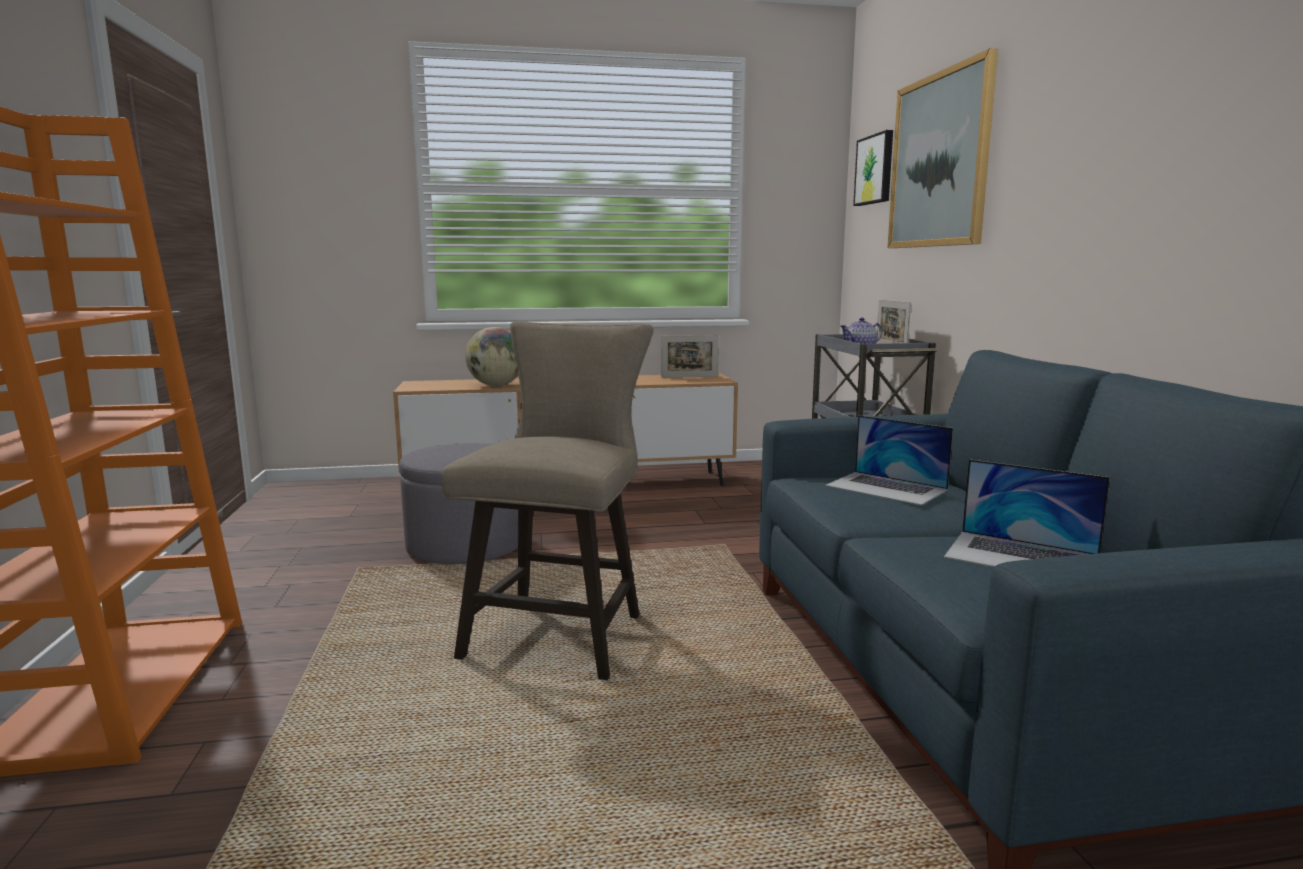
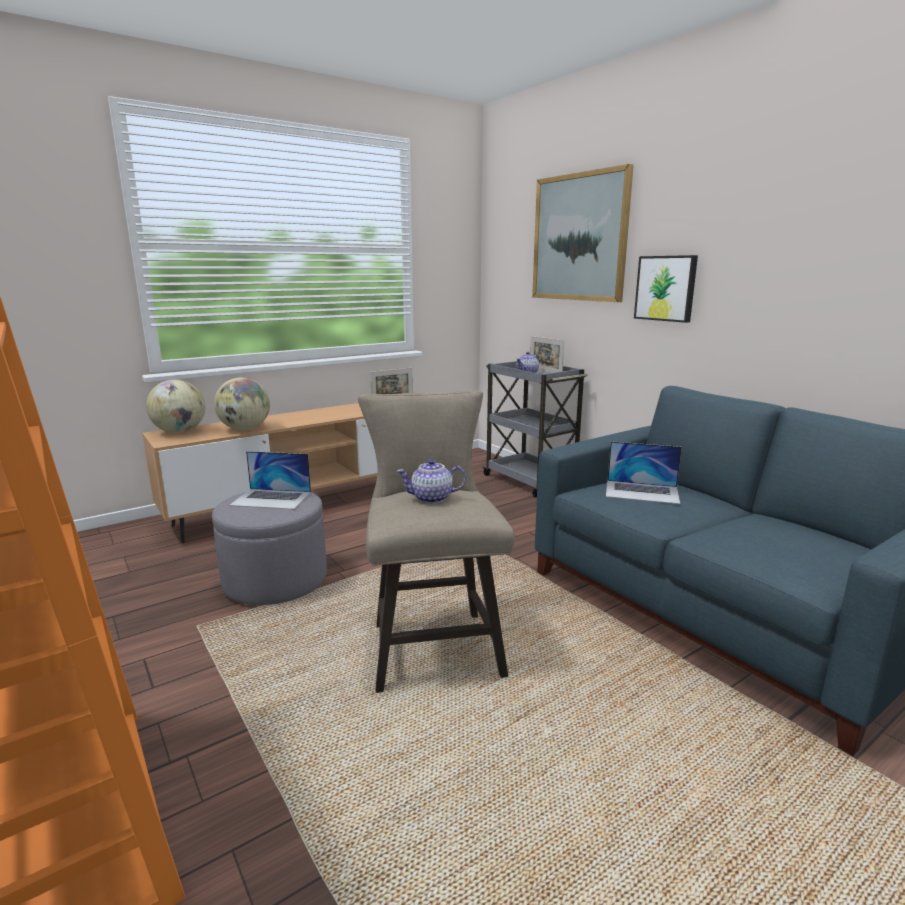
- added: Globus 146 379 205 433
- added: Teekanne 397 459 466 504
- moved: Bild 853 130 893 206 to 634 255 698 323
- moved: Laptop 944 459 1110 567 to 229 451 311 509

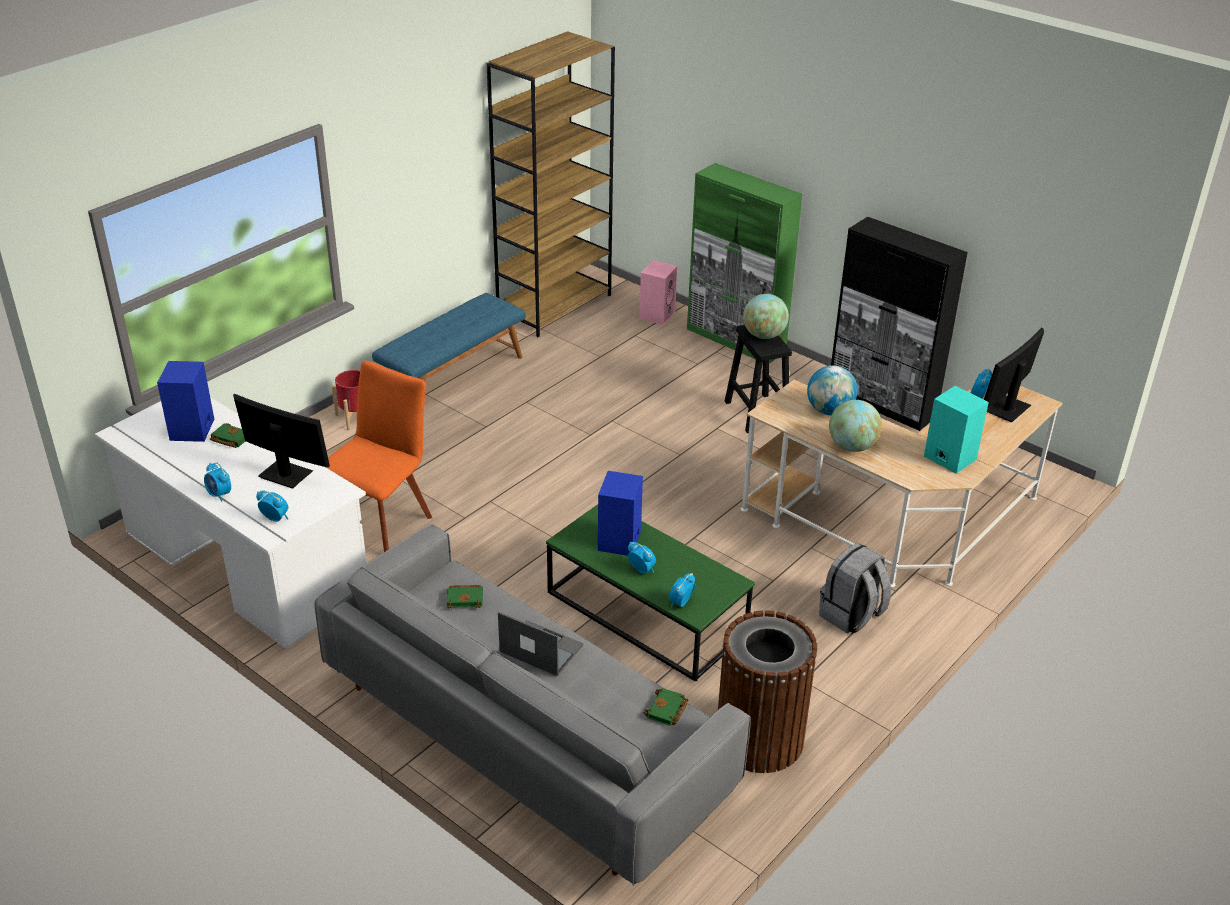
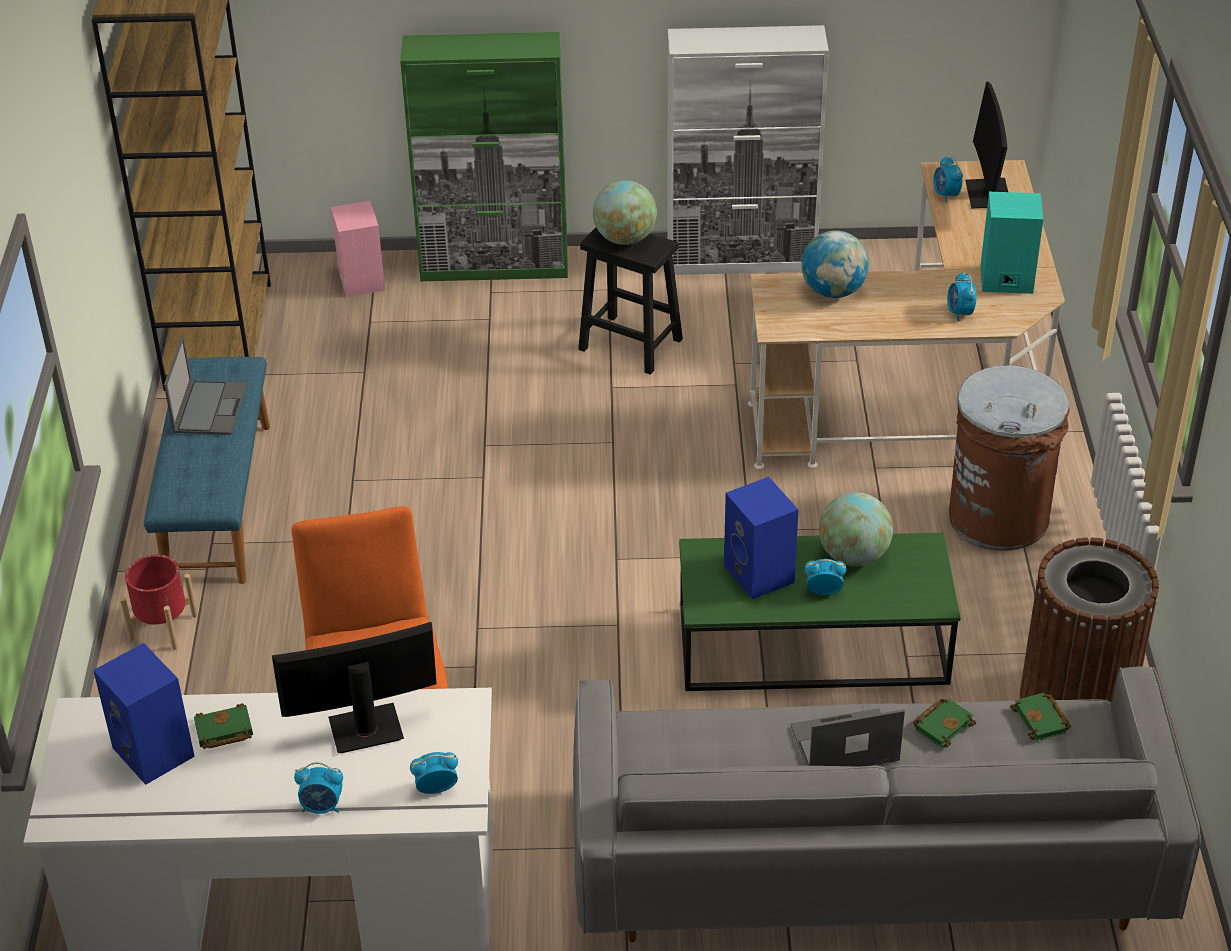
- added: Laptop 164 335 247 435
- moved: Buch (grün) 446 585 483 609 to 913 698 976 748
- moved: Wecker 669 573 695 608 to 947 272 977 322
- moved: Globus 829 400 882 452 to 819 492 893 566
- replaced: Rucksack (grau) 819 543 891 634 to Mülleimer (braun) 949 365 1070 551
- recoloured: Schrank (schwarz) 831 217 968 431 to Schrank (weiß) 668 25 829 275

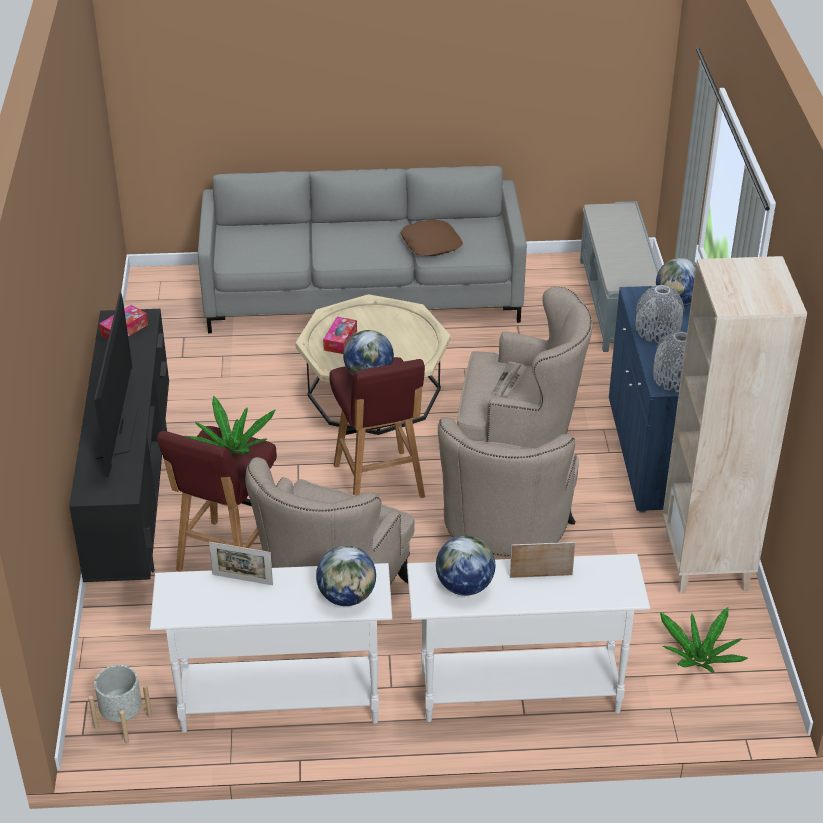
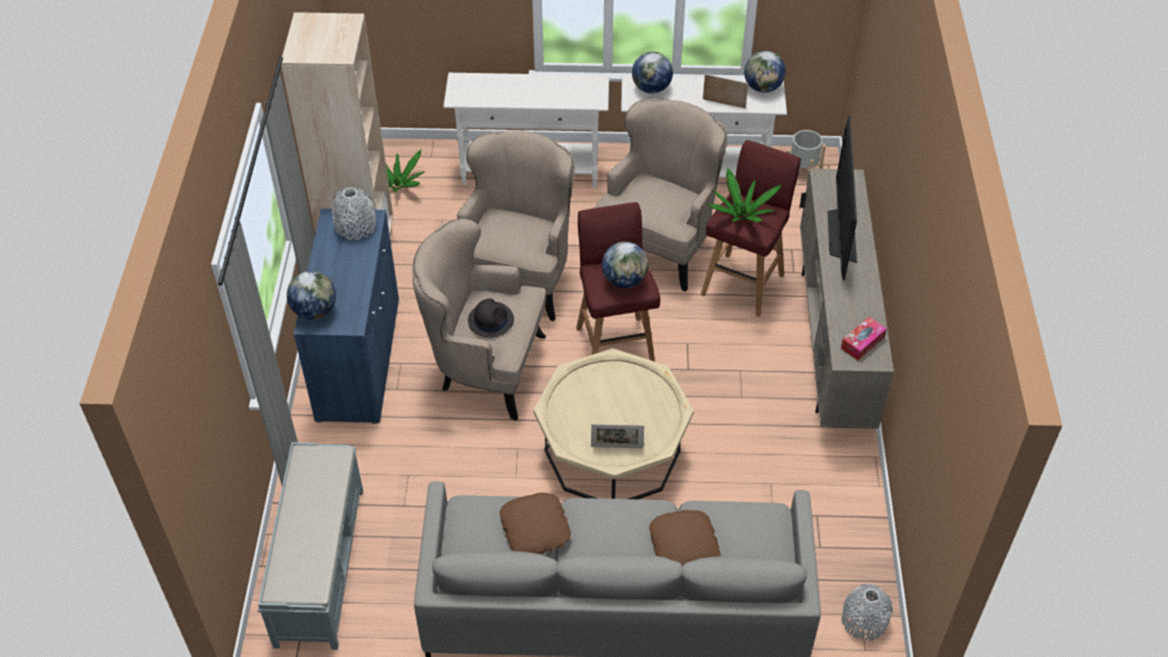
- removed: Taschentuchbox 323 317 357 354
- added: Kissen (braun) 649 510 721 566
- moved: Globus 436 535 495 596 to 744 51 786 93
- moved: Bilderrahmen 510 542 576 578 to 591 424 644 448
- moved: Vase (grau) 636 285 684 343 to 842 584 893 641
- replaced: Zeitung 491 362 527 398 to Hut (schwarz) 468 298 514 338
- recoloured: Fernsehschrank (schwarz) 69 309 169 582 to Fernsehschrank (beige) 799 169 894 428

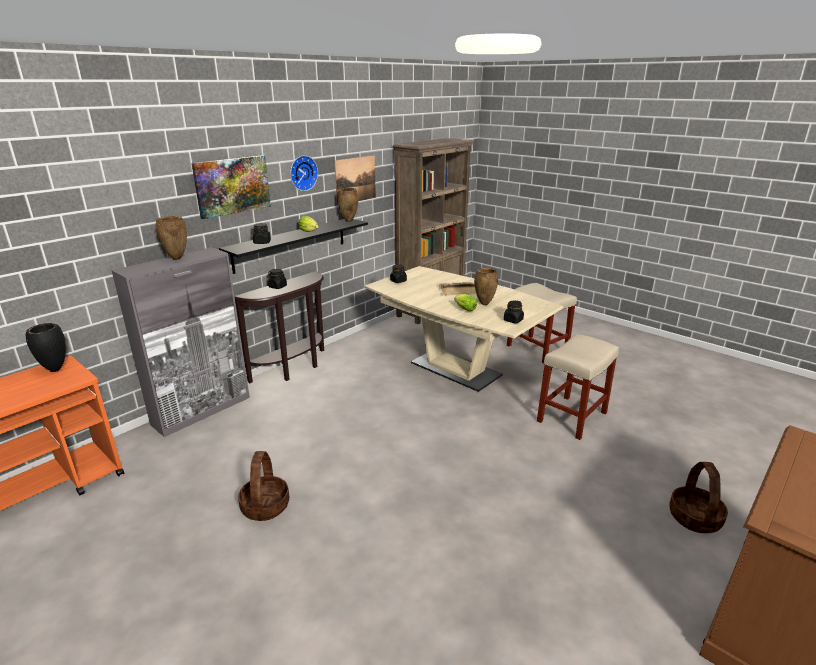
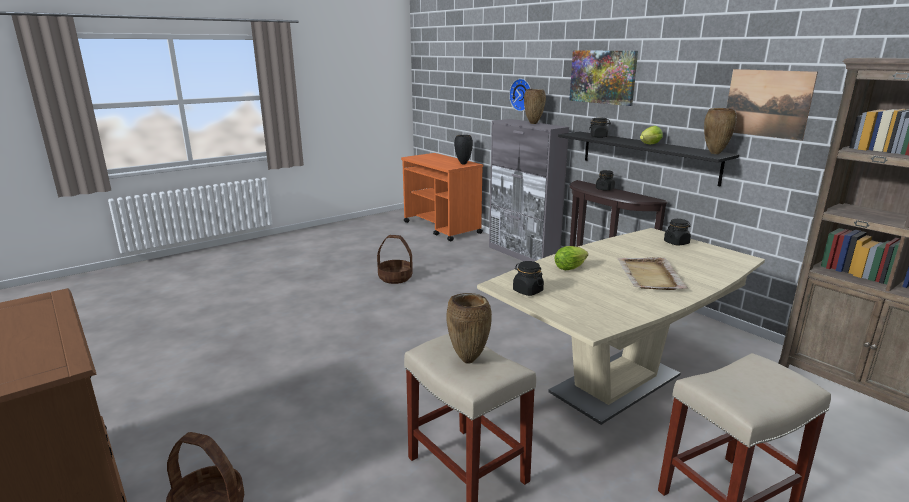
- moved: Wanduhr 290 155 318 191 to 509 79 531 111
- moved: Vase (braun) 474 268 498 305 to 447 293 492 363

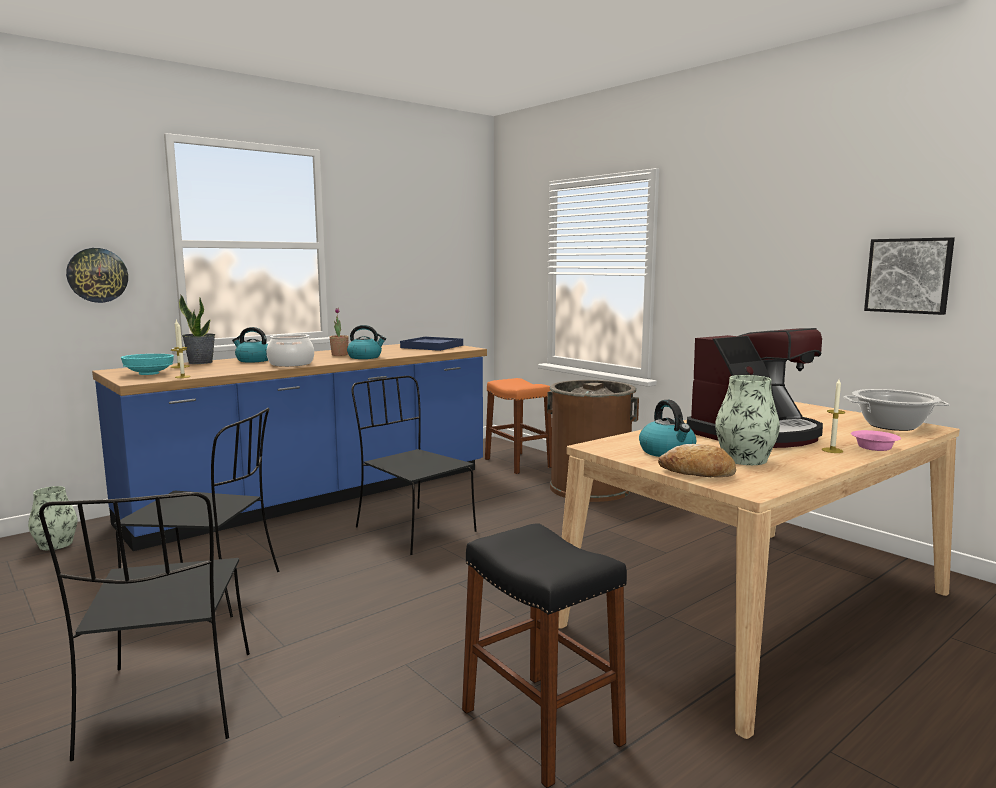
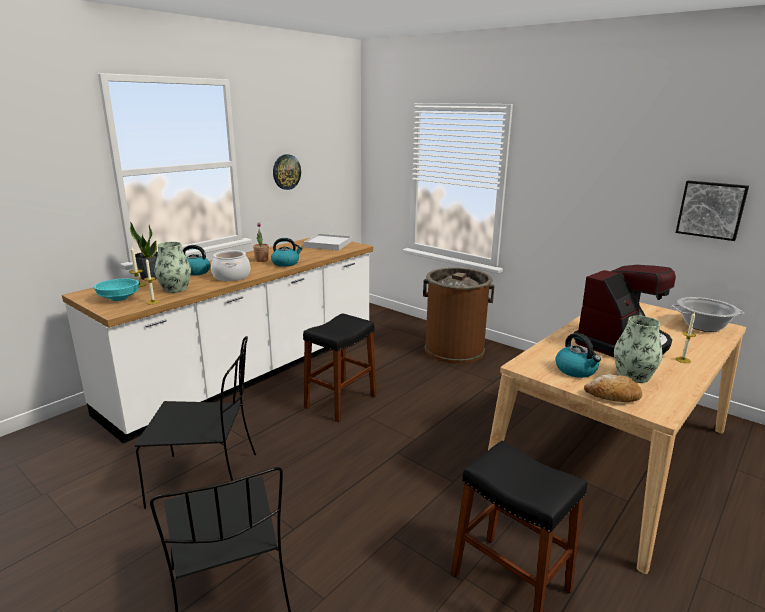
- removed: Hocker (orange) 485 378 552 474
- removed: Schüssel (rosa) 851 430 901 451
- moved: Vase 28 486 78 550 to 155 242 191 293
- moved: Wanduhr 66 248 128 303 to 273 154 301 190
- replaced: Stuhl (schwarz) 352 376 477 555 to Hocker (schwarz) 303 313 376 422
- recoloured: Küchenzeile (blau) 92 344 487 551 to Küchenzeile (weiß) 62 237 373 444
- recoloured: Tablett (blau) 400 337 463 351 to Tablett (weiß) 304 234 352 250

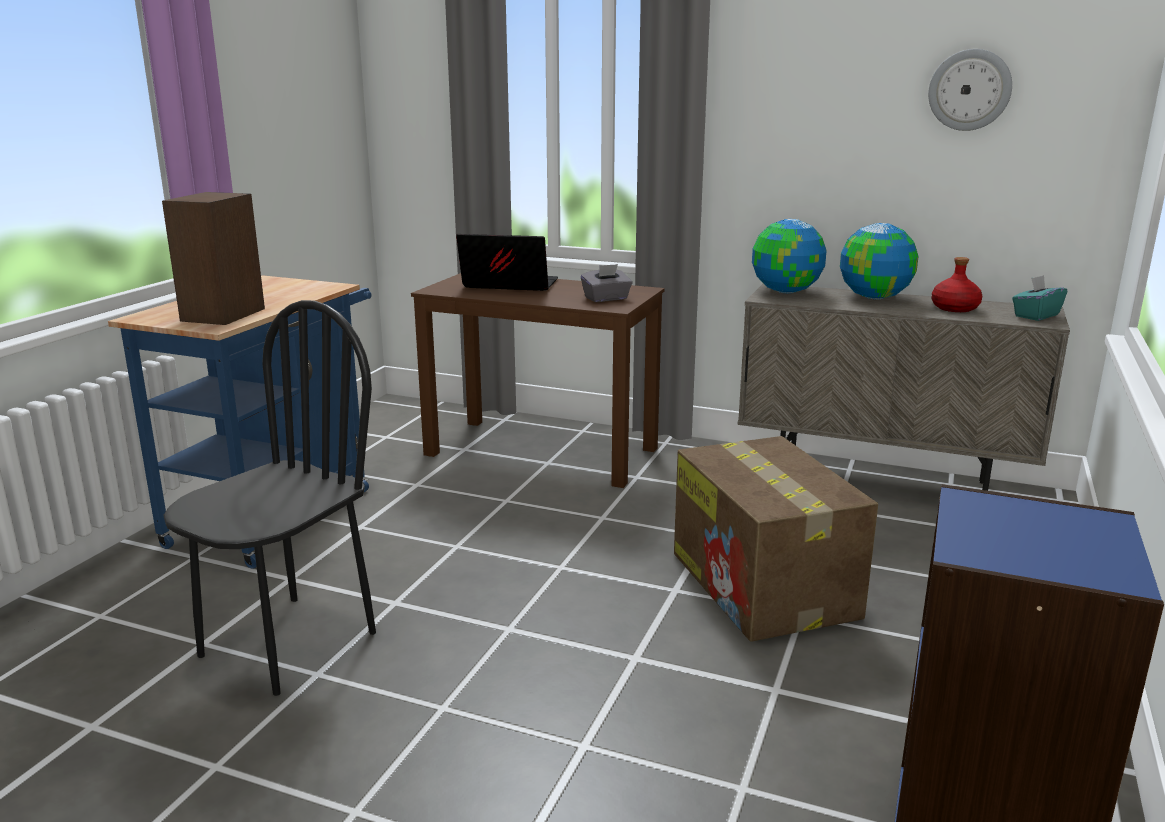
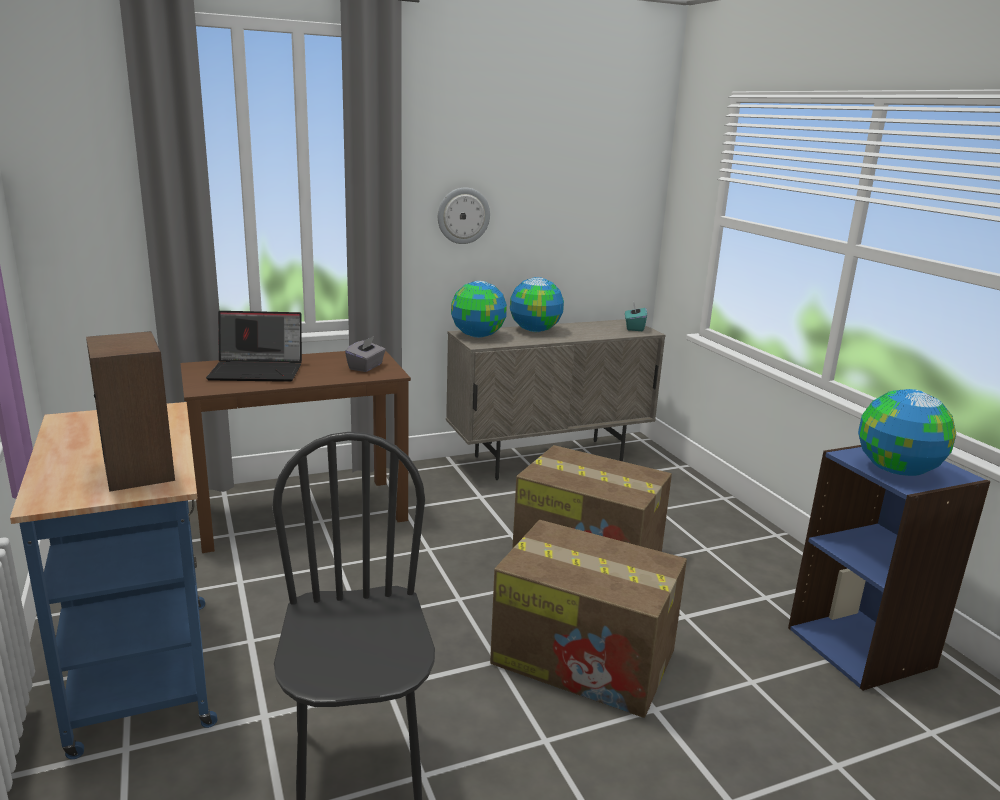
- removed: Flasche (rot) 931 257 982 312
- added: Karton 490 520 687 718
- added: Globus 858 389 956 476
- moved: Wanduhr 928 49 1012 131 to 438 187 490 244
- turned: Laptop 456 234 558 291 = 206 311 302 382 150 degrees counterclockwise

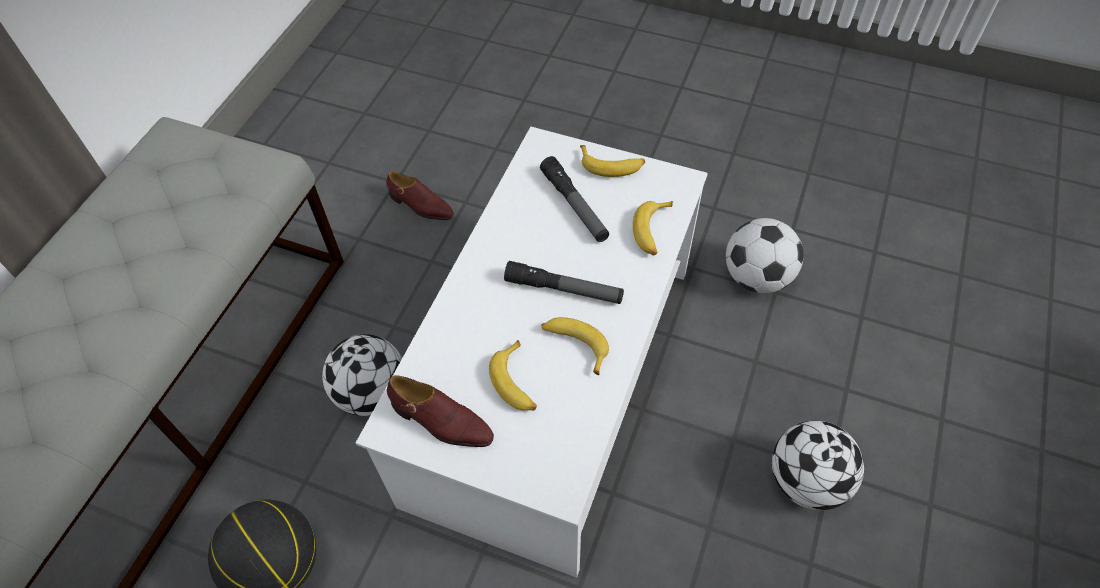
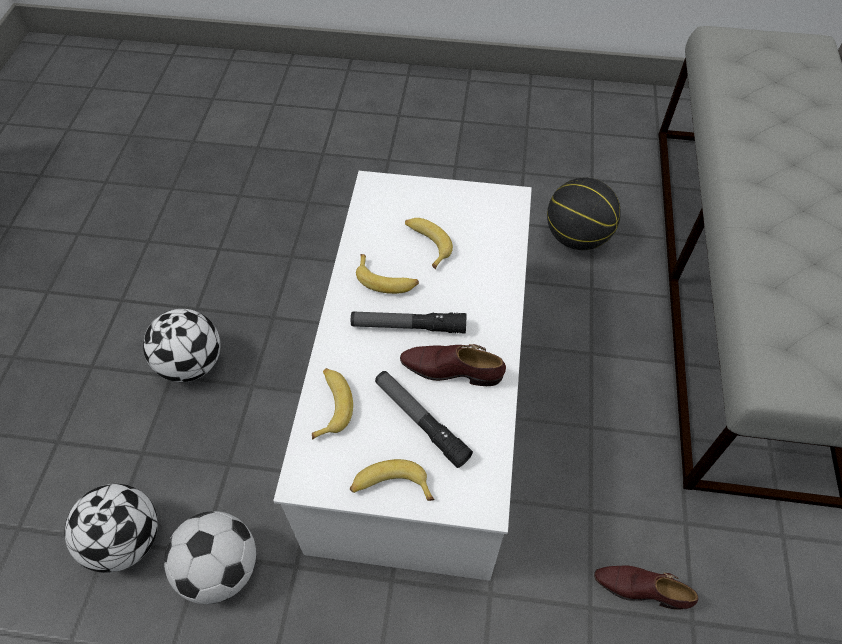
- moved: Fußball 322 334 402 416 to 65 484 158 573
- moved: Schuh (braun) 387 375 494 447 to 400 344 506 386

